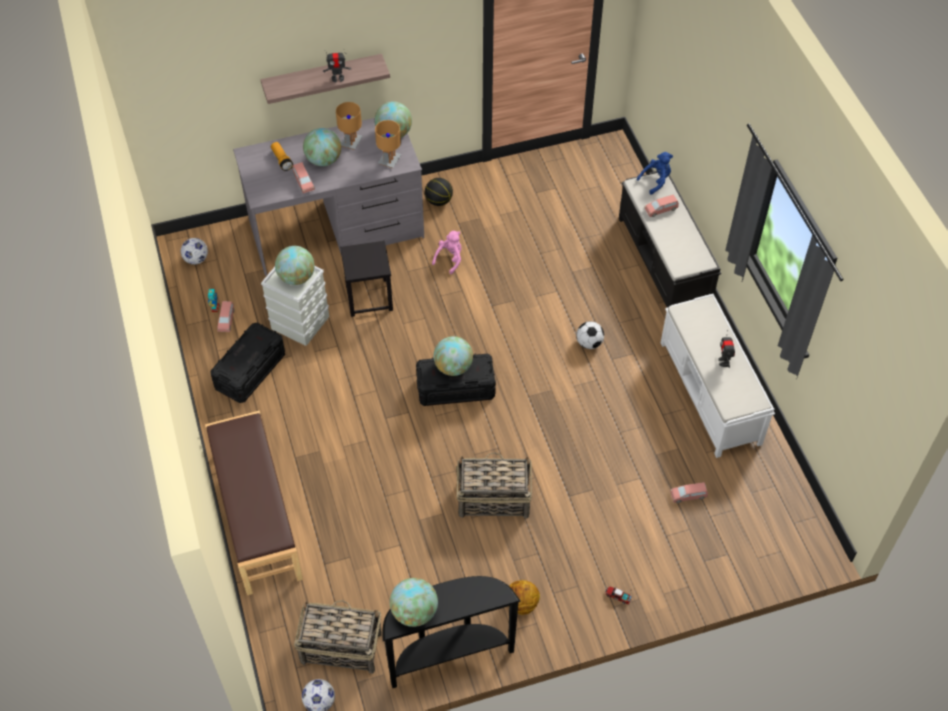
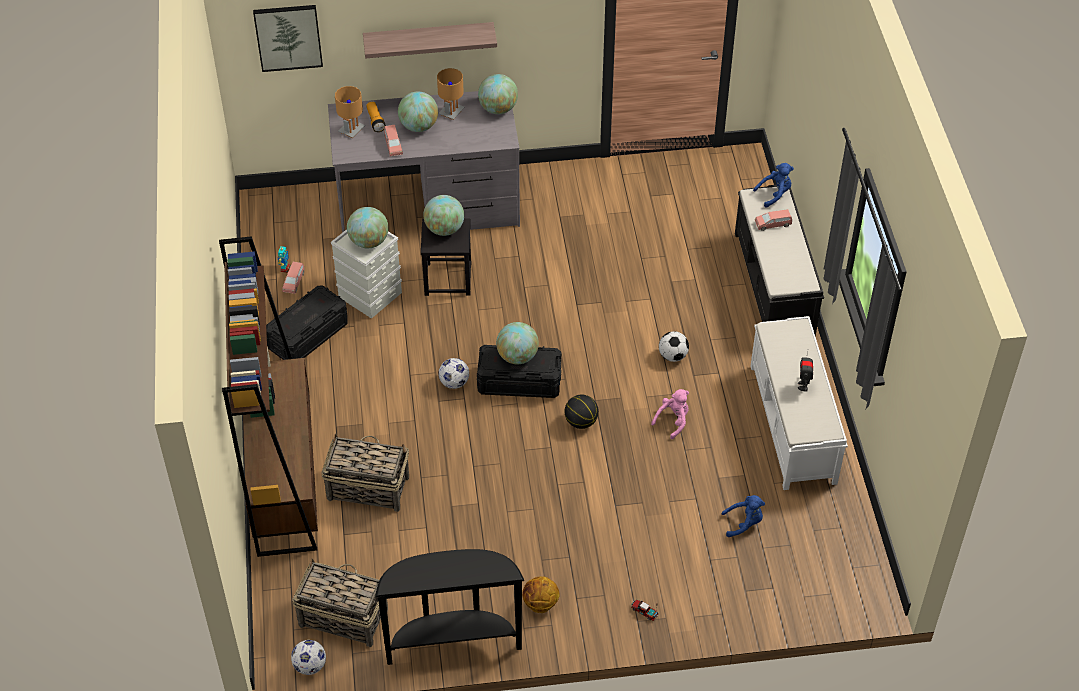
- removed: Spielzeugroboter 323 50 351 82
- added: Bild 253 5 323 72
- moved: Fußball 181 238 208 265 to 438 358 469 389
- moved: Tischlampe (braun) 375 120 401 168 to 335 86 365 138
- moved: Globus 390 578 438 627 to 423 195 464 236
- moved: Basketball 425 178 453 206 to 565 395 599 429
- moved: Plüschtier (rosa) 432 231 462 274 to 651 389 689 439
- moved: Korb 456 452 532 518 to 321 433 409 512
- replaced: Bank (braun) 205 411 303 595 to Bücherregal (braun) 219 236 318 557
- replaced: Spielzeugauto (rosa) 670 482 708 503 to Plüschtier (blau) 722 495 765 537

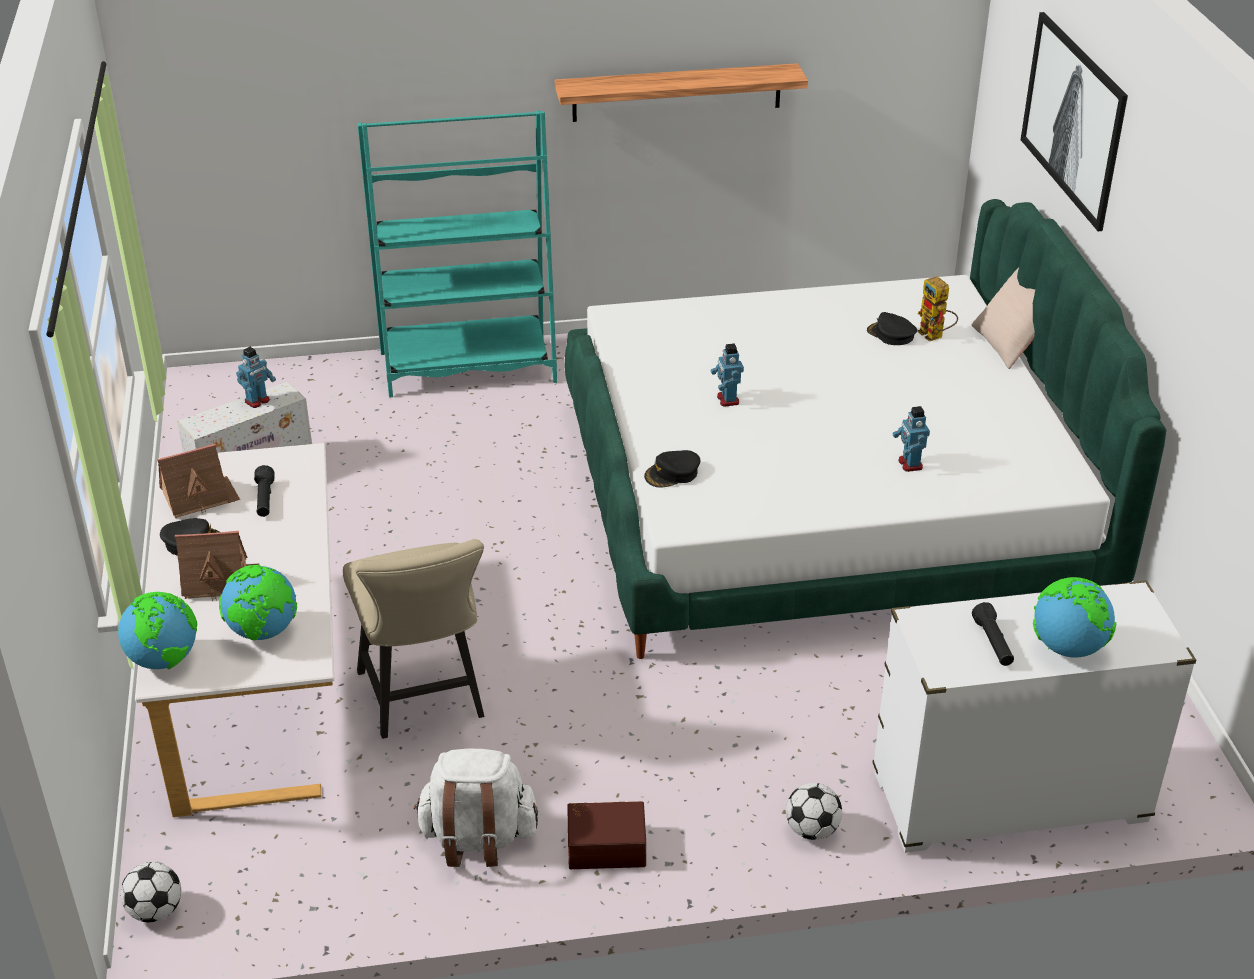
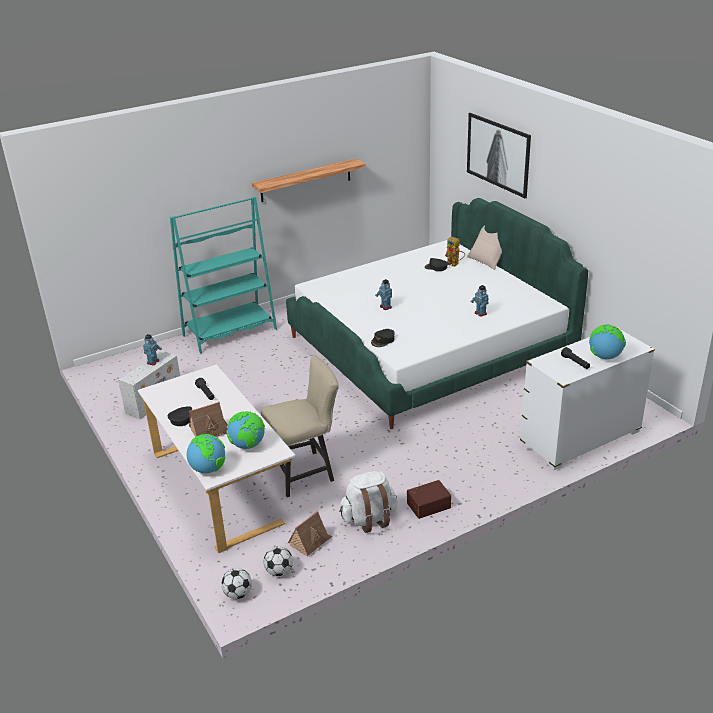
- moved: Spielzeughaus 157 444 240 518 to 288 511 332 557
- moved: Fußball 786 783 842 840 to 264 546 293 576
- turned: Stuhl (beige) 343 539 484 739 = 261 355 339 497 75 degrees counterclockwise

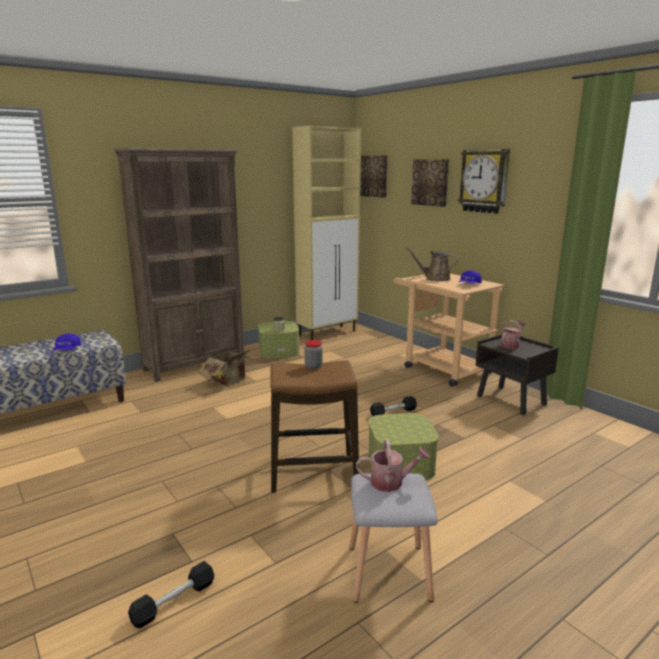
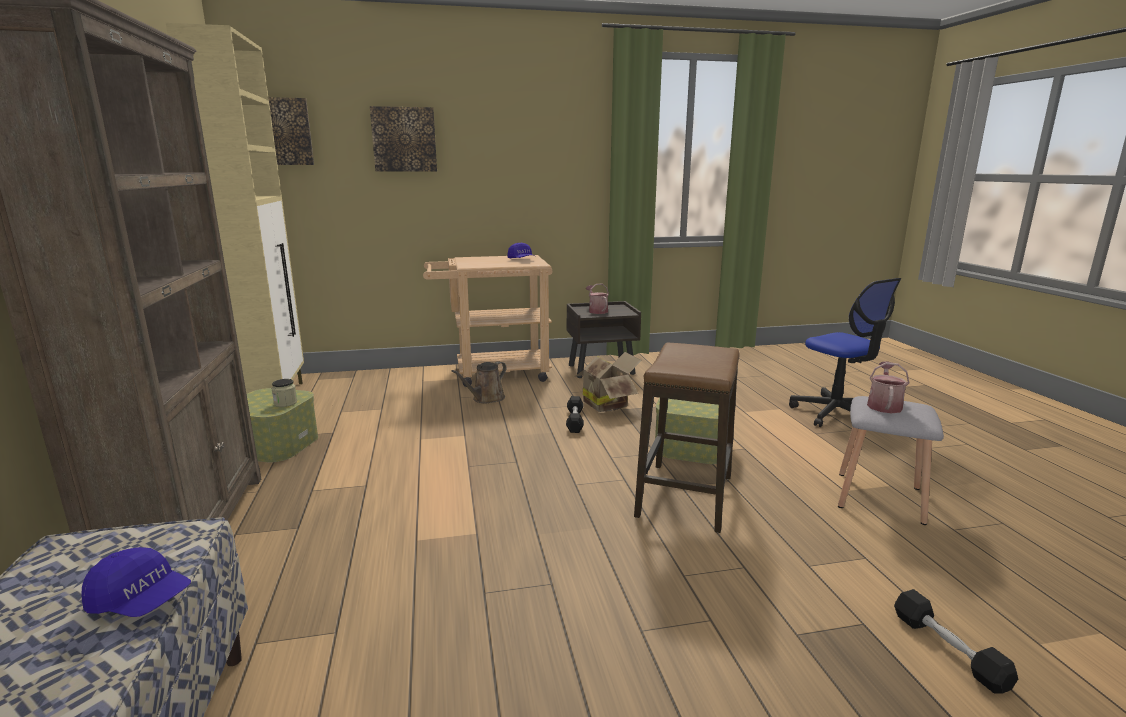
- removed: Vorratsglas 304 340 323 369
- removed: Wanduhr 458 149 510 214
- added: Bürostuhl 789 278 901 427
- moved: Karton 199 344 255 386 to 575 352 642 412
- moved: Gießkanne (braun) 406 247 458 281 to 451 361 507 404

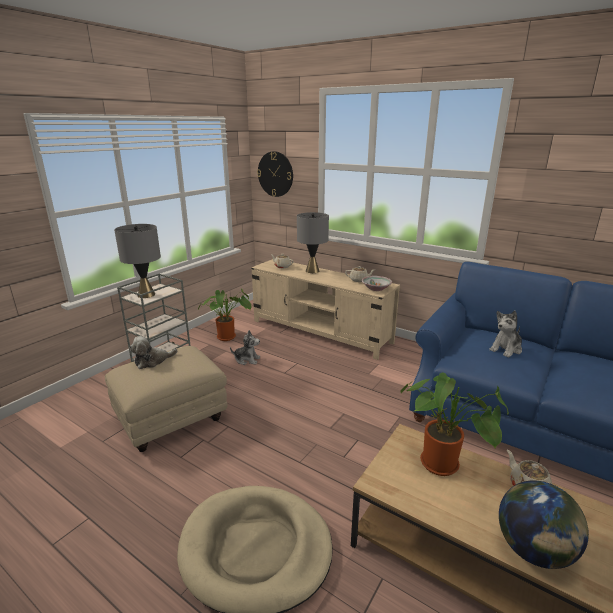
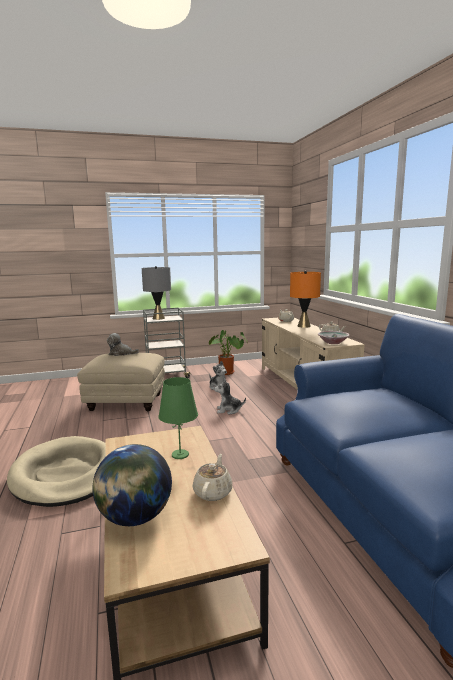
- removed: Wanduhr 257 151 293 197
- moved: Plüschtier 489 311 522 358 to 214 380 246 414
- replaced: Topfpflanze 400 373 509 476 to Tischlampe (grün) 158 377 198 459
- recoloured: Tischlampe (grau) 297 212 329 273 to Tischlampe (orange) 290 271 321 328

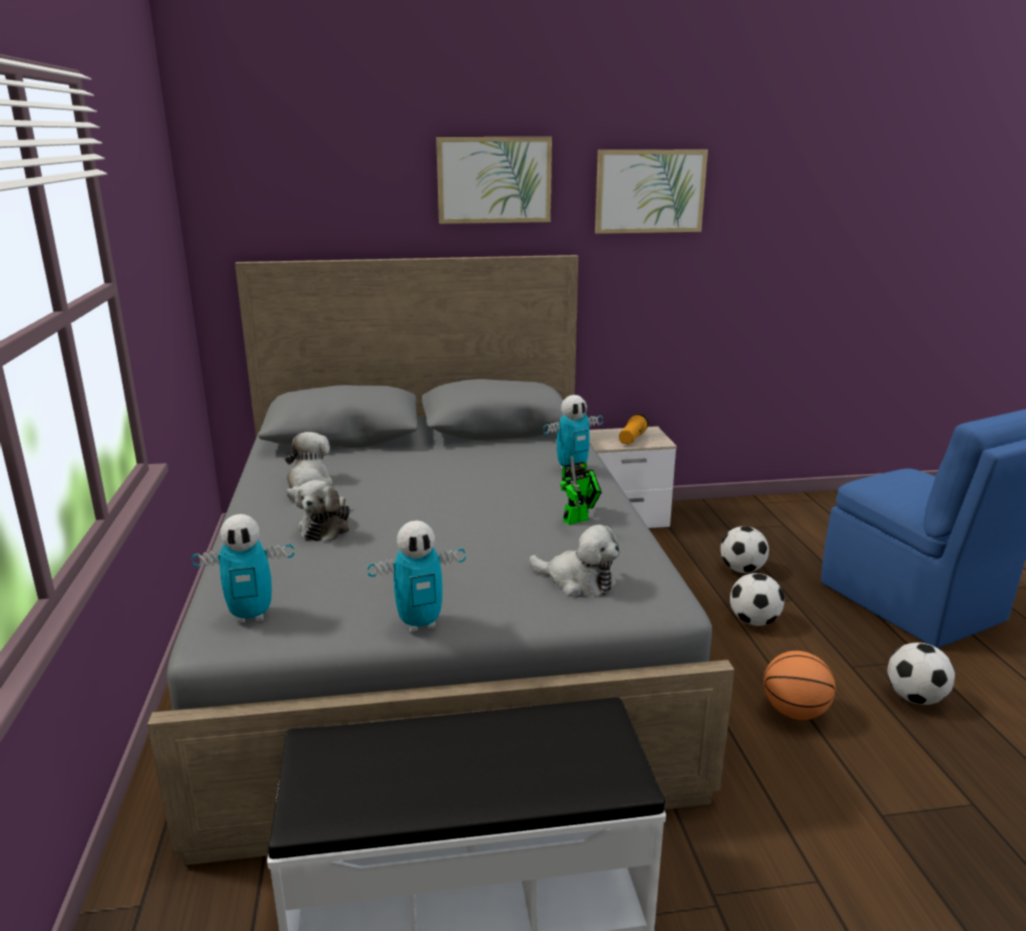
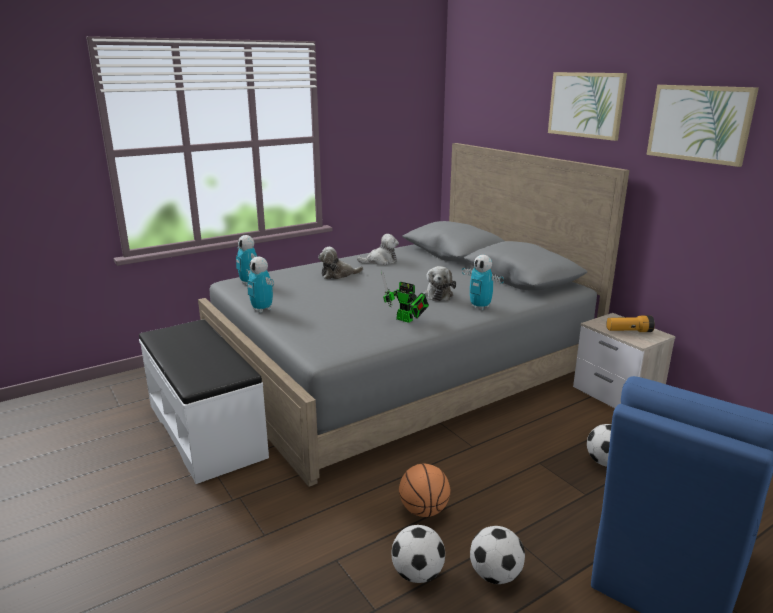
- moved: Plüschtier 529 525 619 597 to 423 266 456 301
- moved: Fußball 730 573 785 626 to 392 525 445 583

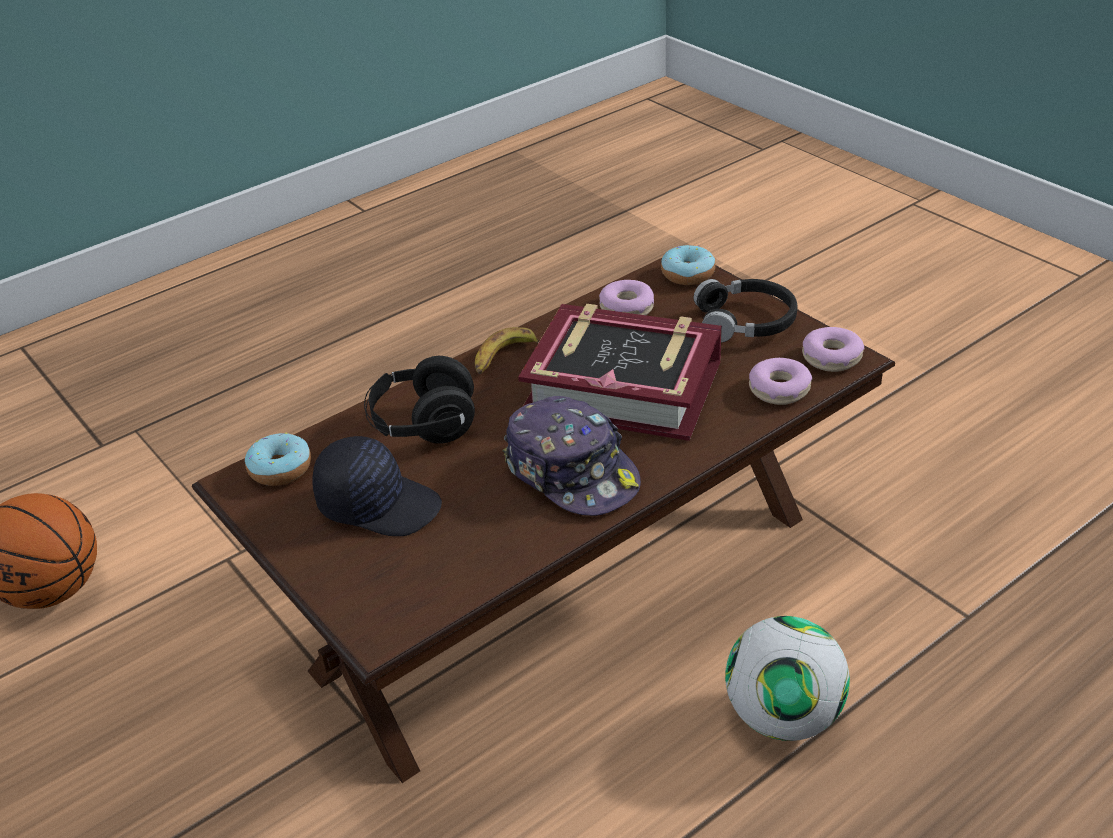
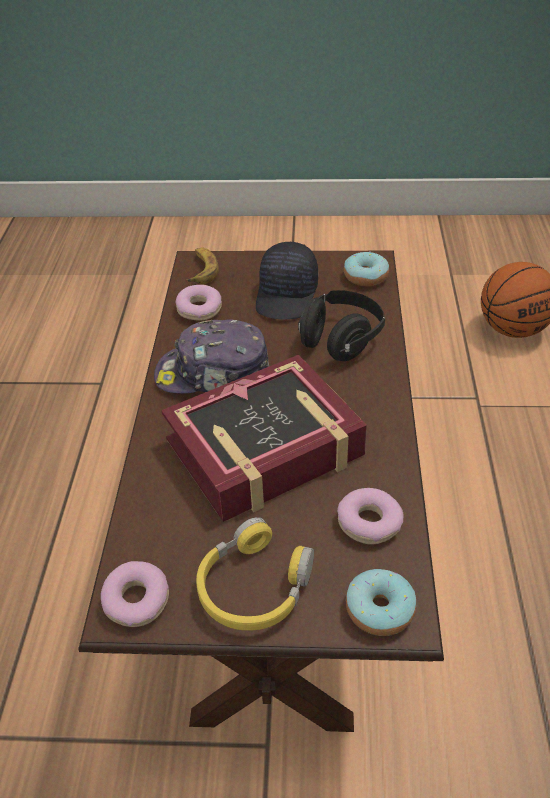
- removed: Fußball 725 616 850 741
- moved: Banane 475 327 539 374 to 186 248 219 284
- moved: Donut 749 358 812 405 to 176 285 222 320
- recoloured: Kopfhörer (schwarz) 693 279 797 343 to Kopfhörer (gelb) 196 517 314 631
- turned: Kappe (schwarz) 313 436 442 536 = 256 242 318 319 45 degrees counterclockwise

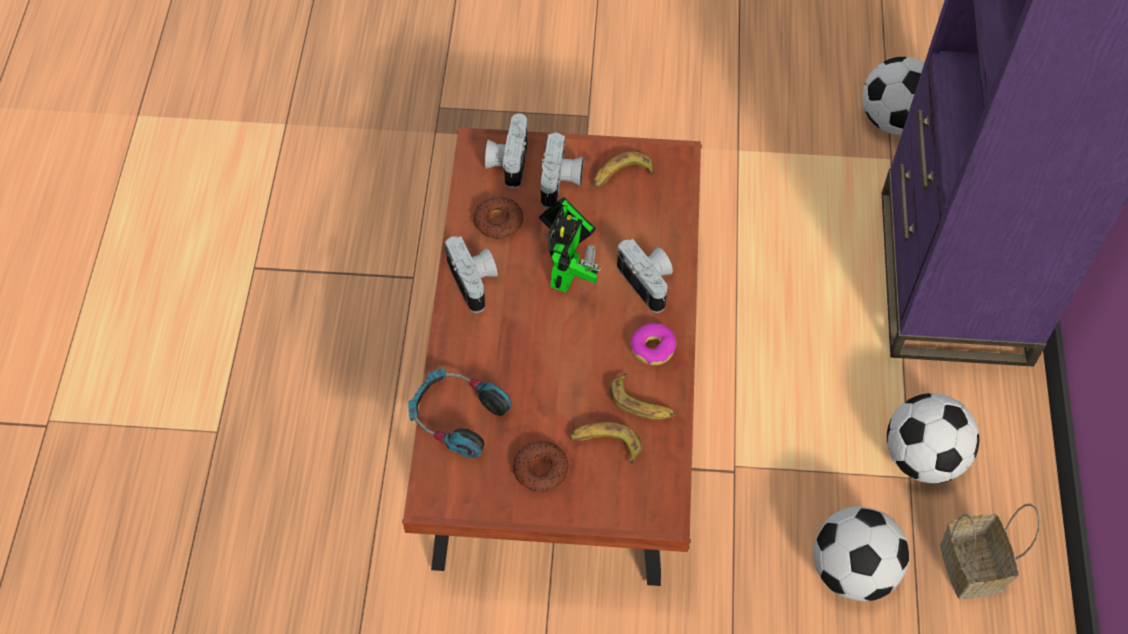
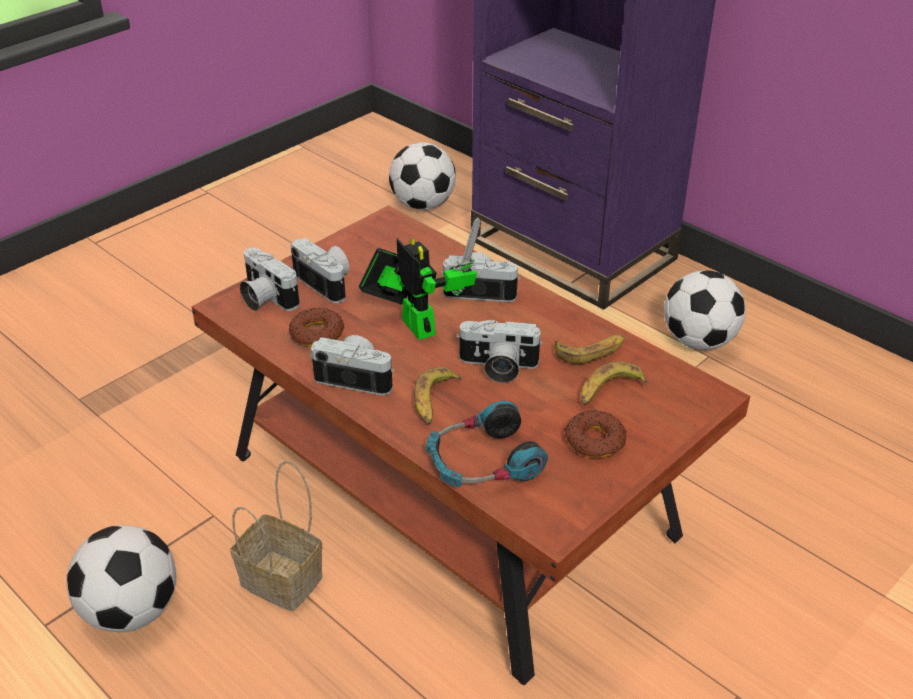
- removed: Donut 631 323 676 365
- added: Kamera 456 320 543 383
- moved: Banane 594 151 654 188 to 414 367 462 424
- moved: Fußball 813 506 909 601 to 66 525 176 632
- moved: Korb 940 503 1040 599 to 230 461 323 611

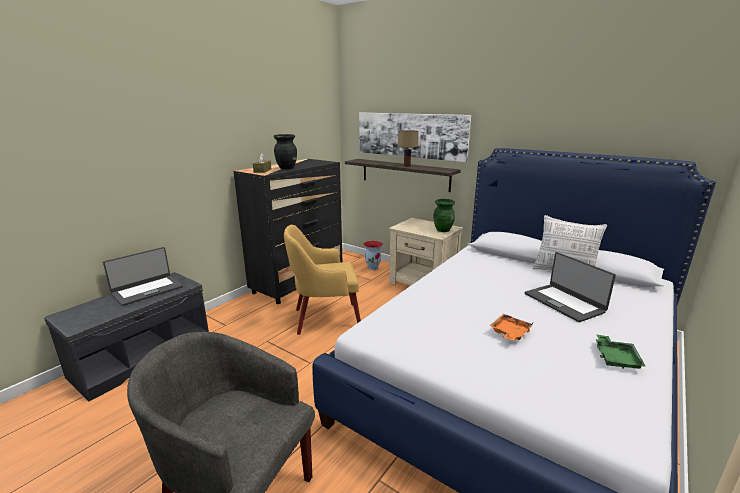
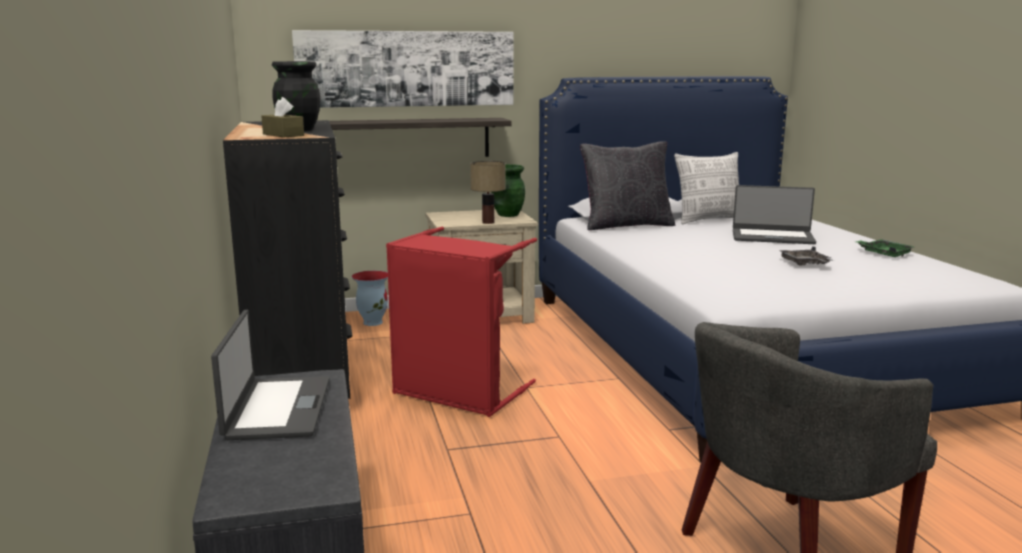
- added: Kissen (schwarz) 580 141 675 230
- moved: Tischlampe 398 130 418 167 to 470 161 506 224
- replaced: Sessel (gelb) 284 225 361 335 to Wäschekorb (rot) 386 227 537 417
- recoloured: Tablett (orange) 489 314 533 341 to Tablett (grau) 778 246 834 266

